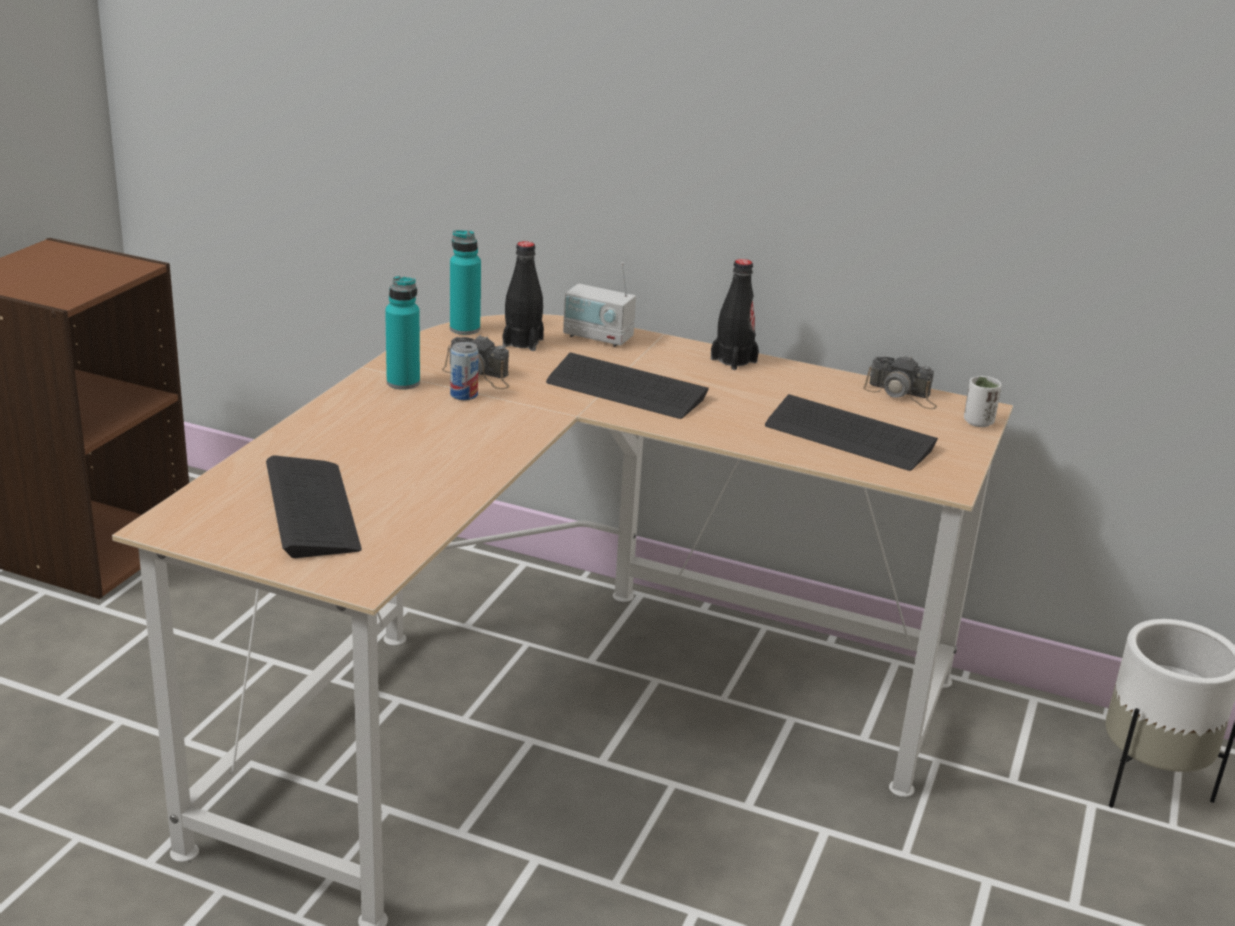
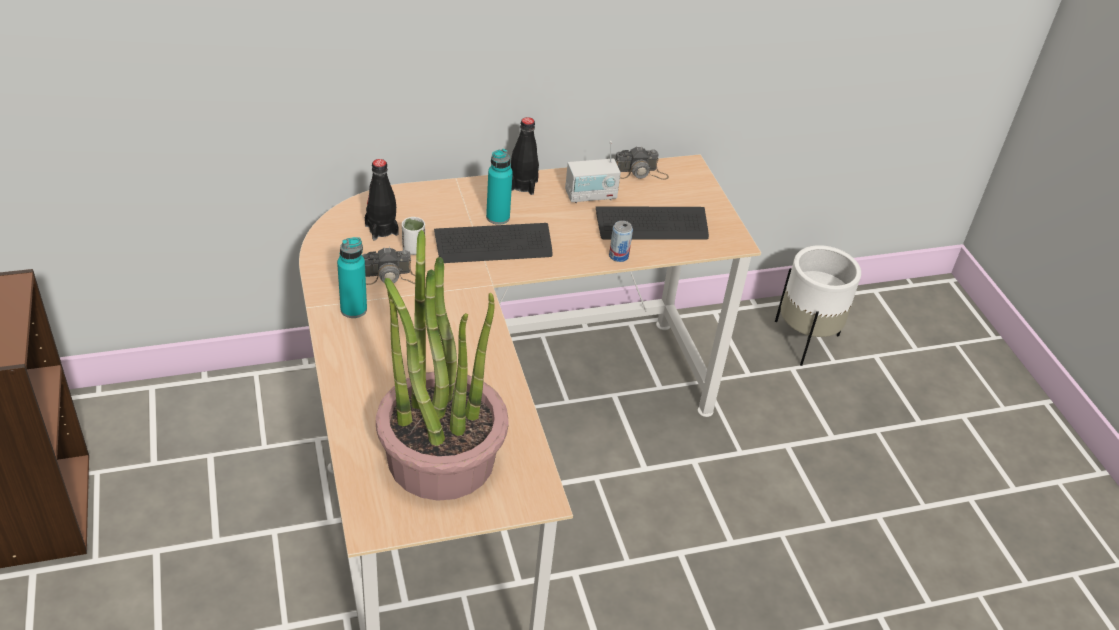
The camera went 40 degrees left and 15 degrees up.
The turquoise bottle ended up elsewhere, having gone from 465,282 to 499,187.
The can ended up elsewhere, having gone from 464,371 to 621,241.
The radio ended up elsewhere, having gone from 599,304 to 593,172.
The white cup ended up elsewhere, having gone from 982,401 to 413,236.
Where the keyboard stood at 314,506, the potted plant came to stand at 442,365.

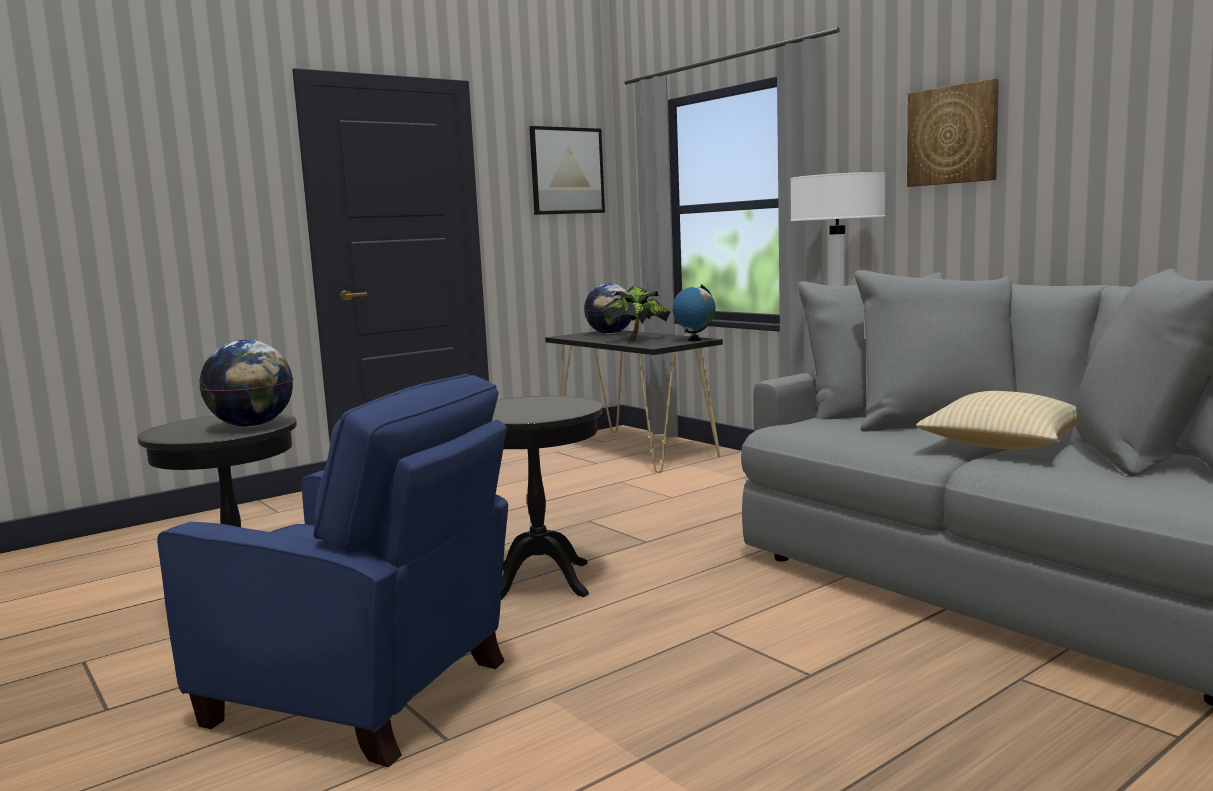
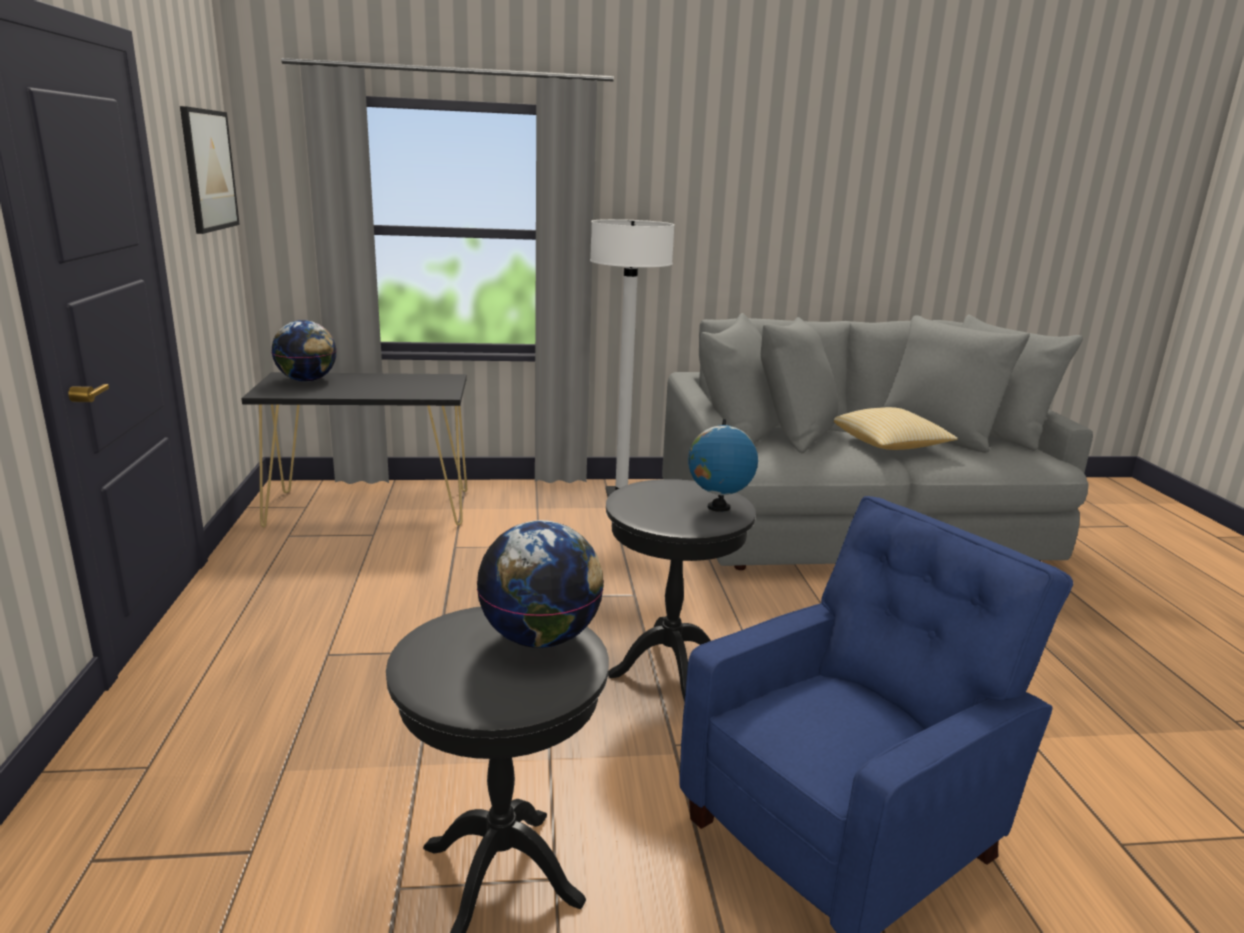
The camera went 60 degrees left and 10 degrees up.
The second view lost the potted plant at 637,313.
The second view lost the picture at 953,133.
The globe ended up elsewhere, having gone from 694,312 to 723,465.

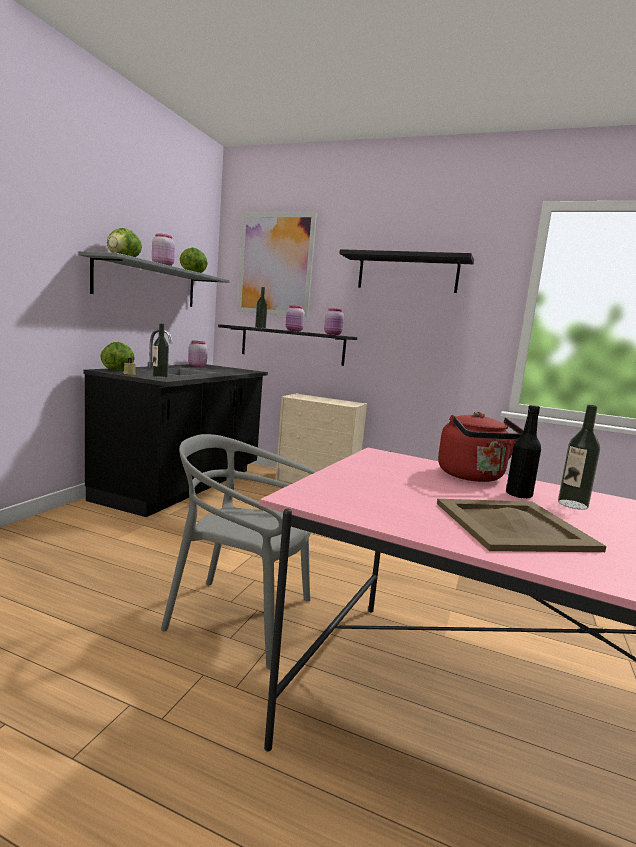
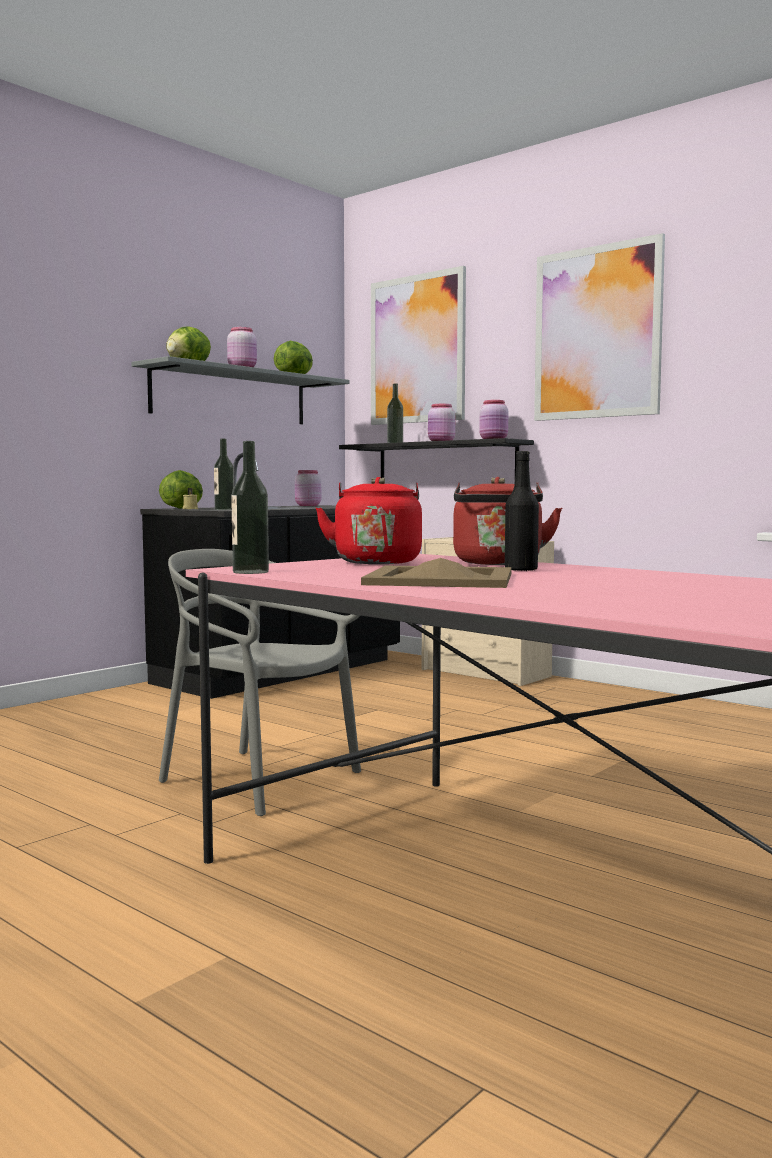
The camera went 20 degrees right and 5 degrees down.
The second view gained the red kettle at 368,520.
The bottle ended up elsewhere, having gone from 579,457 to 250,507.
Where the black shelf hung at 406,271, the picture came to hang at 599,327.

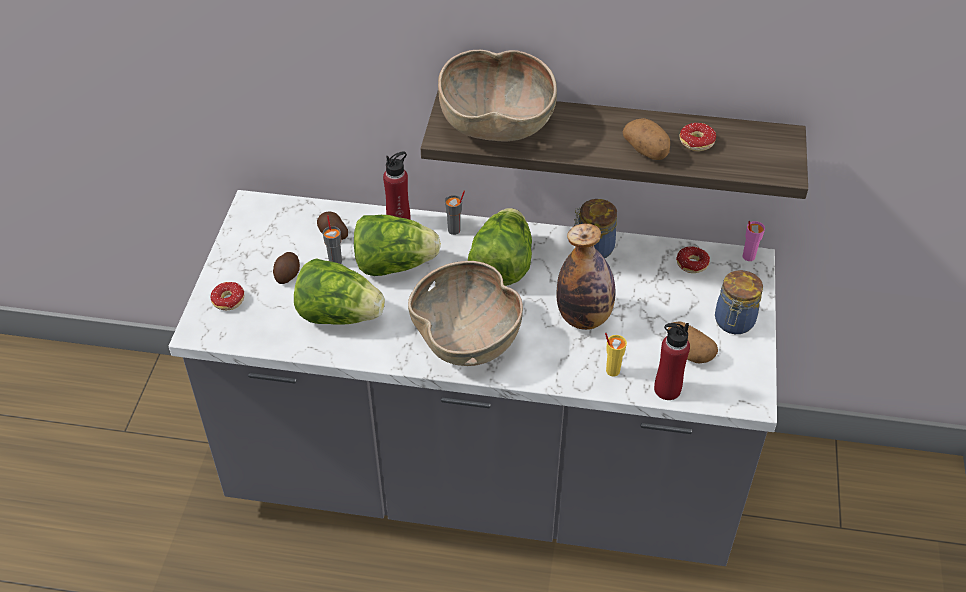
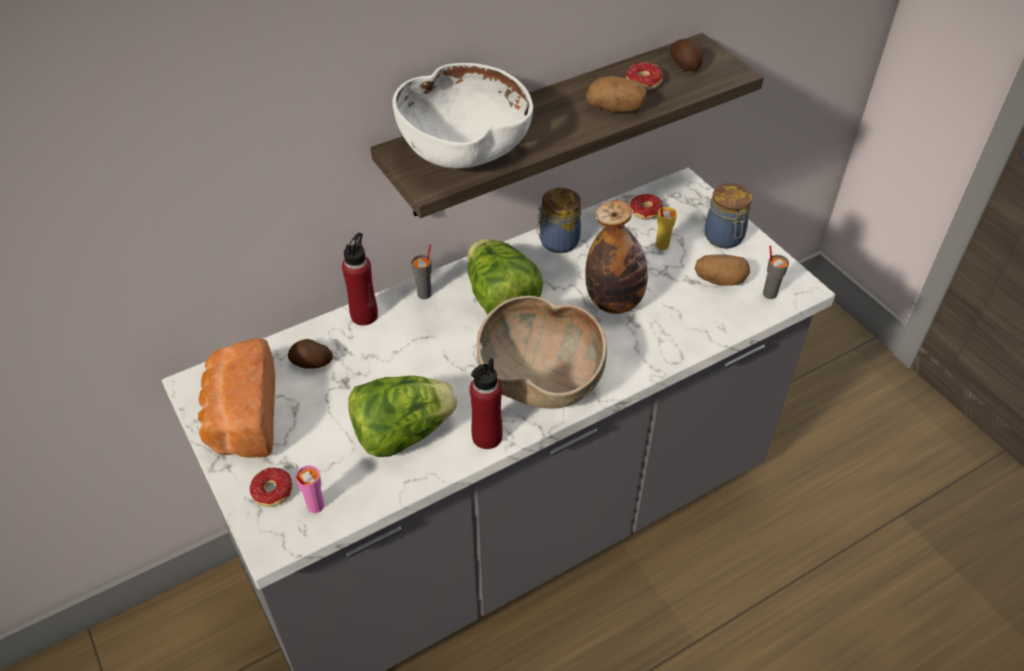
The camera went 40 degrees left and 0 degrees up.
The second view lost the lettuce at 397,245.
The second view gained the bread at 236,398.
The potato ended up elsewhere, having gone from 286,268 to 686,55.
The grey cup ended up elsewhere, having gone from 332,239 to 776,272.
The yellow cup ended up elsewhere, having gone from 616,355 to 666,228.
The red bottle ended up elsewhere, having gone from 672,361 to 486,403.
The pink cup ended up elsewhere, having gone from 753,241 to 309,489.
What was the brown bowl at 497,95 turned into the white bowl at 463,115.

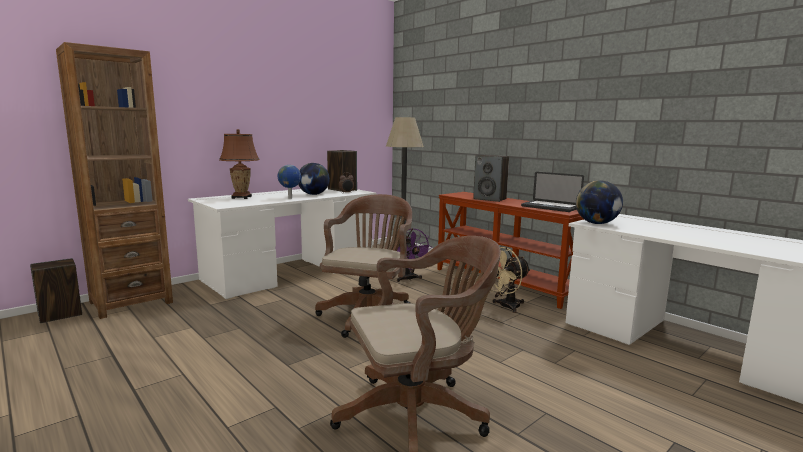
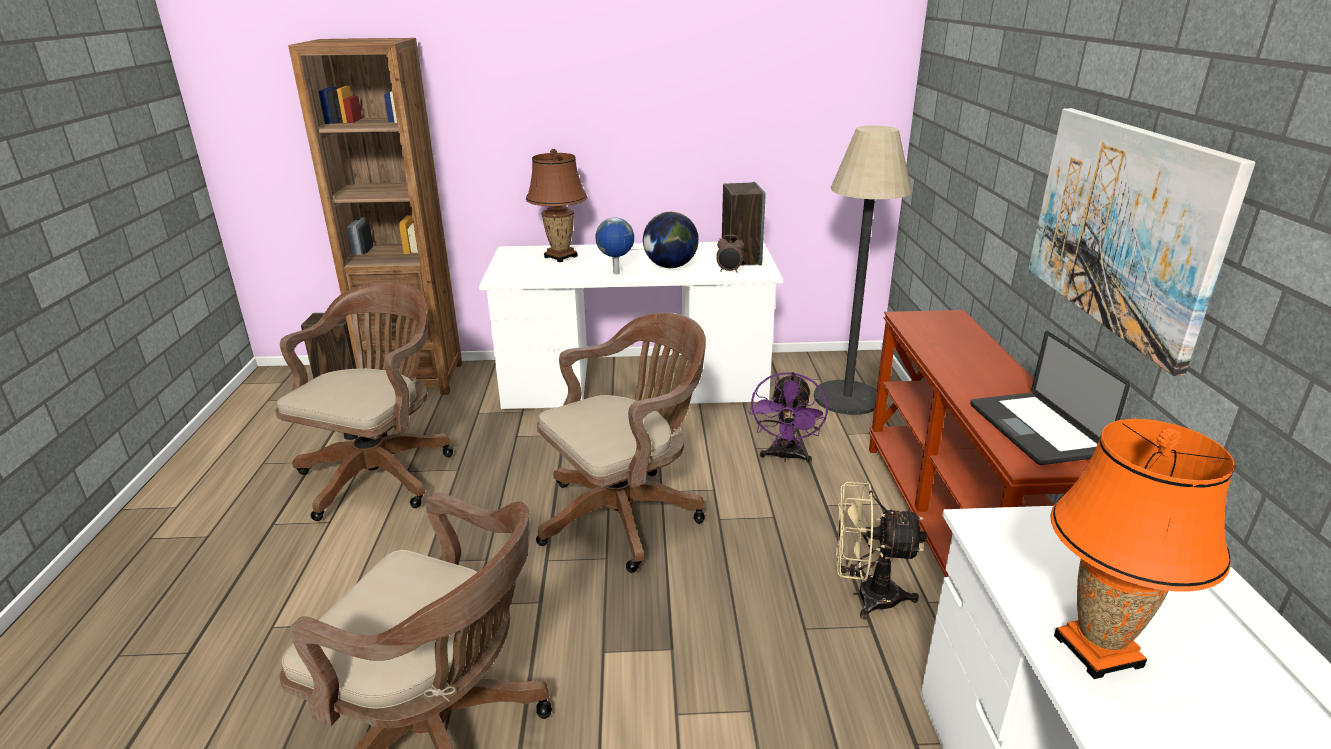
The camera went 40 degrees right and 15 degrees up.
The second view lost the speaker at 491,178.
The second view lost the globe at 599,202.
The second view gained the brown office chair at 364,401.
The second view gained the picture at 1141,242.
The second view gained the orange table lamp at 1142,549.

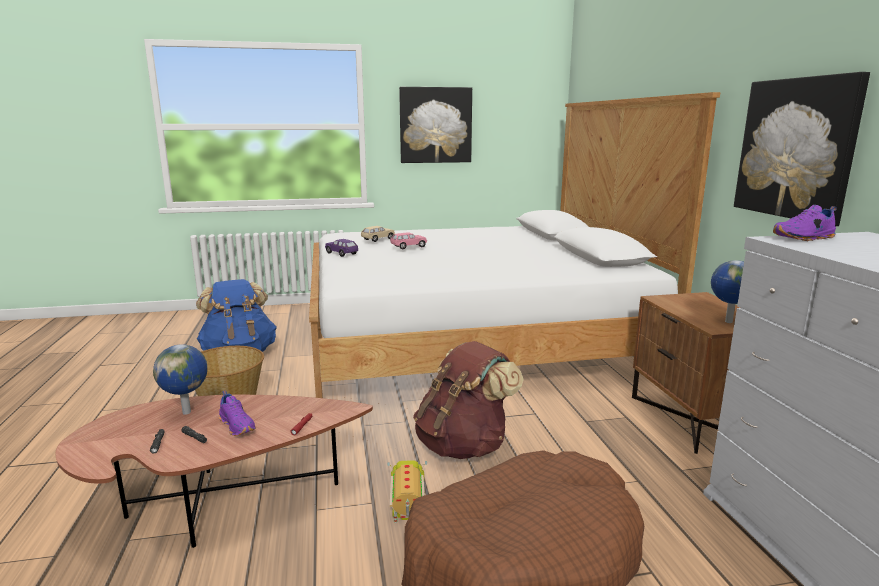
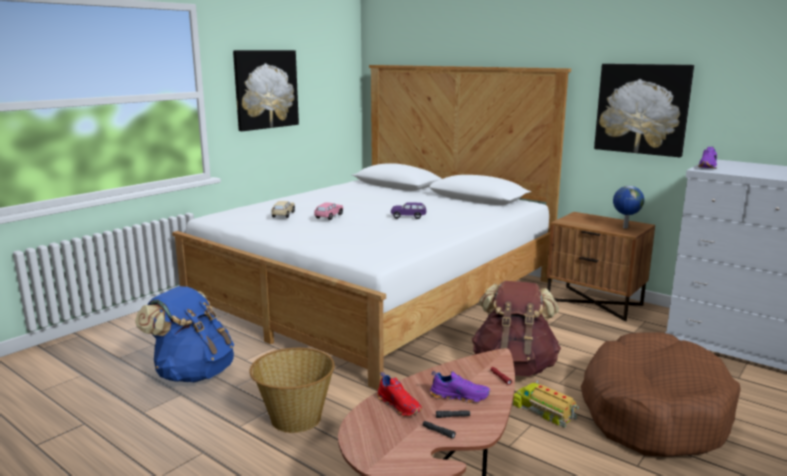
The camera went 40 degrees left and 0 degrees up.
The purple toy car ended up elsewhere, having gone from 341,248 to 408,210.
Where the globe stood at 180,379, the red shoe came to stand at 399,394.

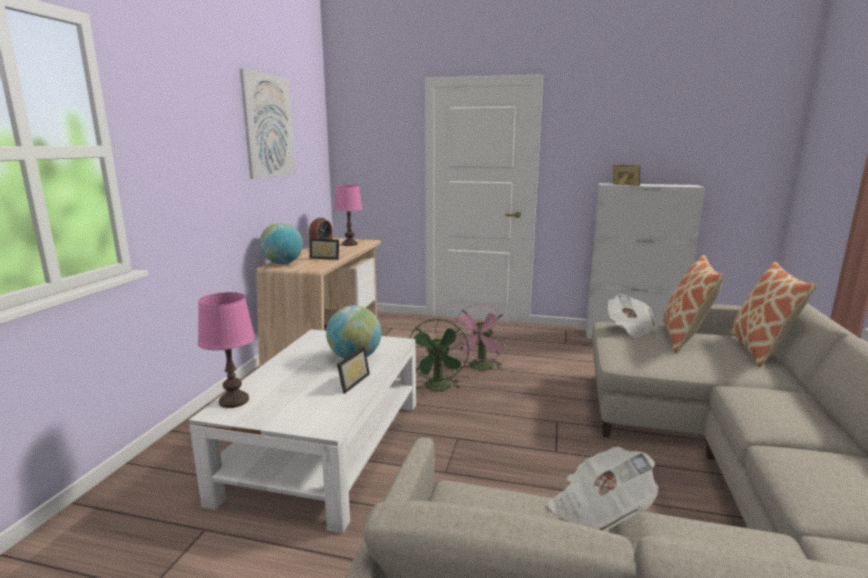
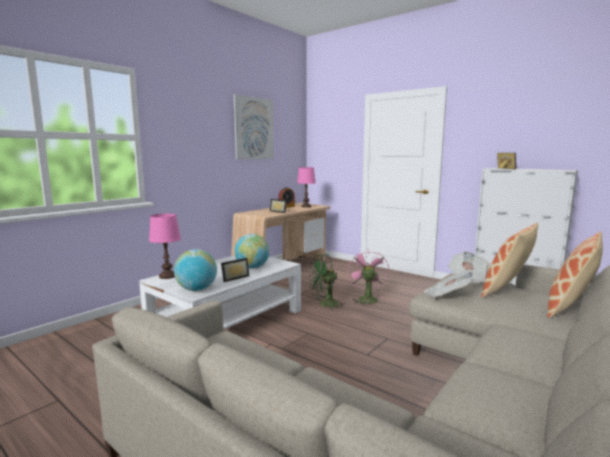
The camera went 25 degrees right and 5 degrees down.
The globe ended up elsewhere, having gone from 281,243 to 195,270.
The newspaper ended up elsewhere, having gone from 603,489 to 449,285.
The green fan at 439,355 ended up facing another way, 45 degrees clockwise from before.
The pink fan at 481,337 ended up facing another way, 135 degrees clockwise from before.

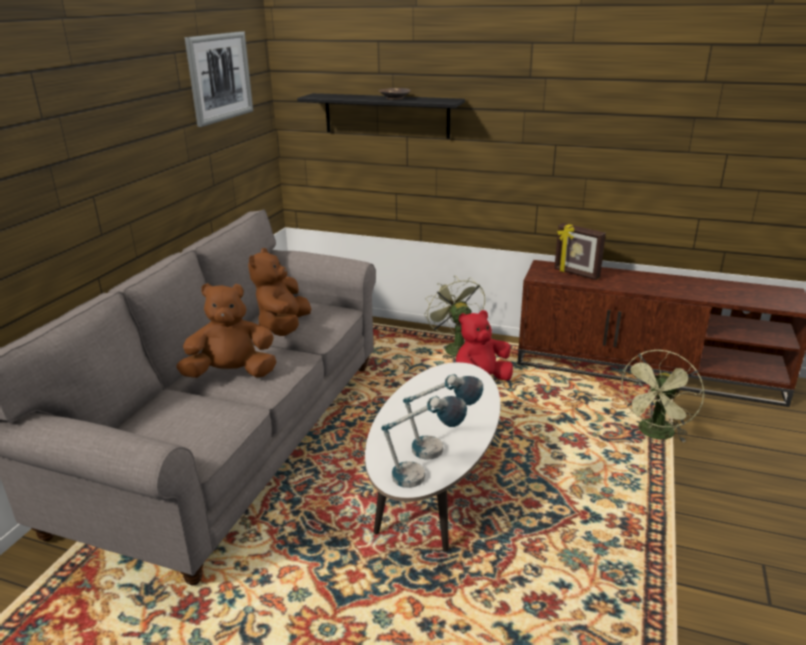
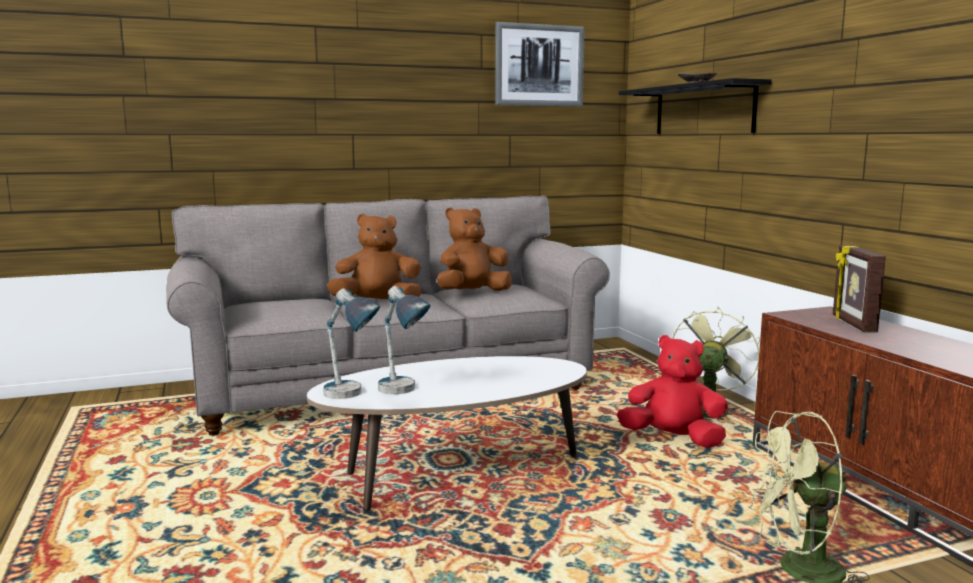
The camera went 50 degrees right and 15 degrees down.
The brown plush toy at 226,330 ended up facing another way, 45 degrees counterclockwise from before.

